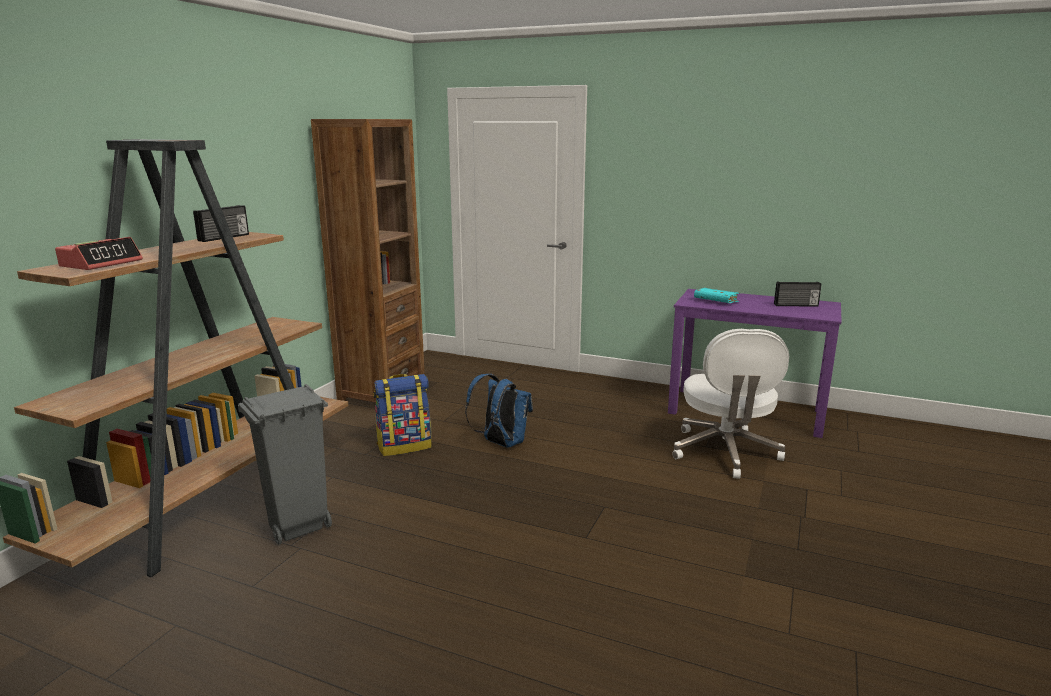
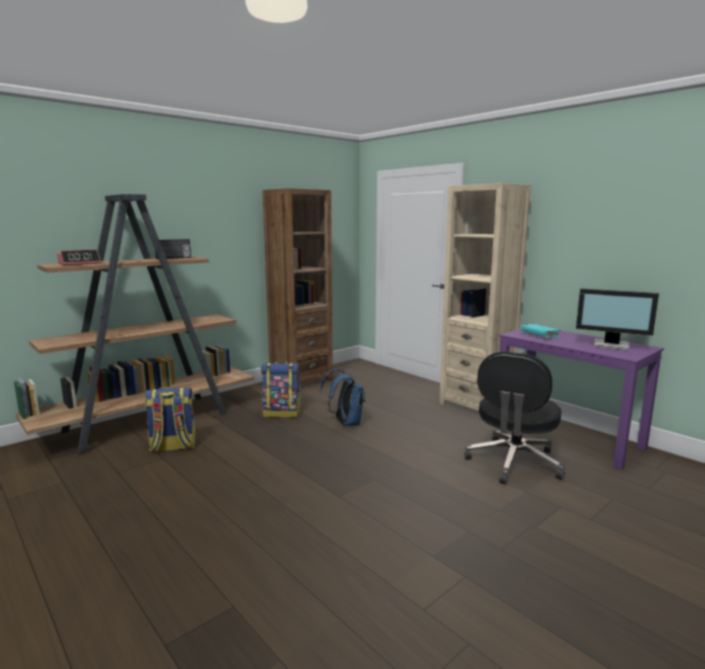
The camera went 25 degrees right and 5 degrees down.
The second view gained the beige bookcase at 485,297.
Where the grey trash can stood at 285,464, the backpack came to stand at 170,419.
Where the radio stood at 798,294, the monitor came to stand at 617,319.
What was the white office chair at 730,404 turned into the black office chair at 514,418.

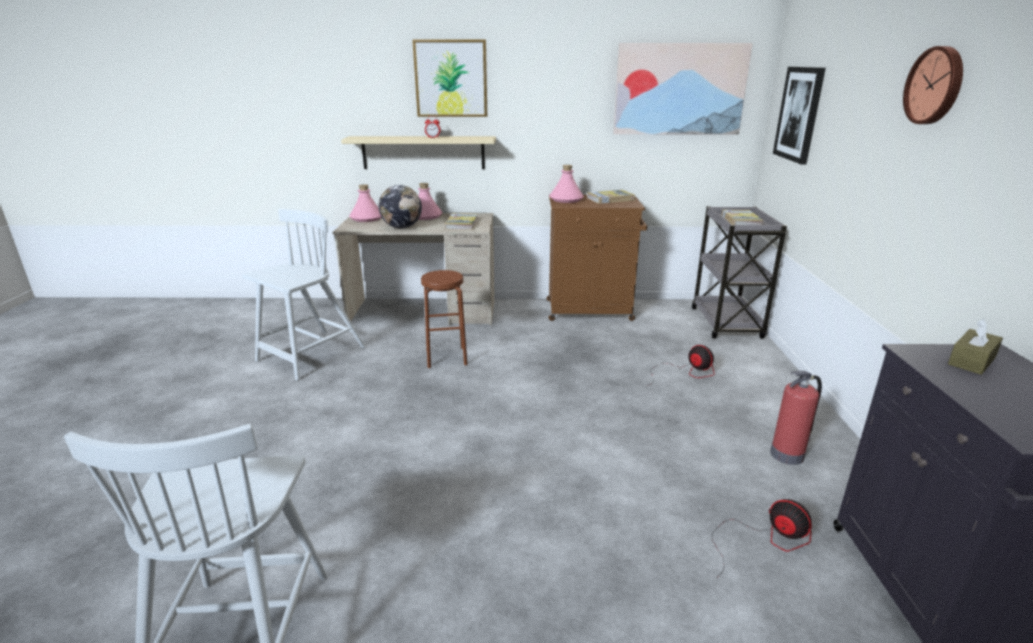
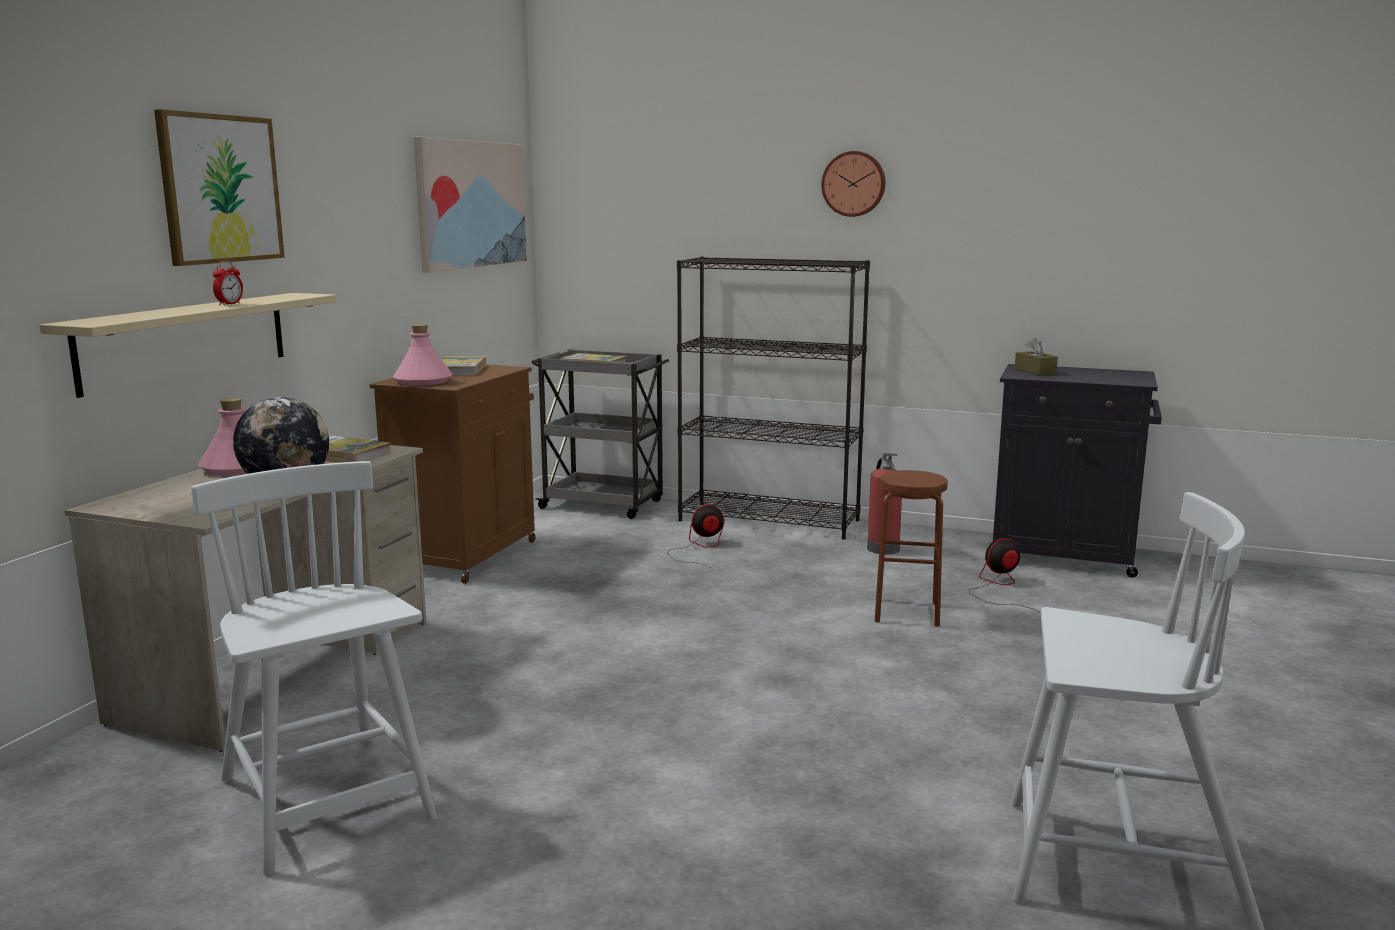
The camera went 70 degrees left and 10 degrees down.
The second view lost the pink bottle at 365,203.
The second view lost the picture at 799,116.
The second view gained the black bookcase at 773,398.
The brown stool ended up elsewhere, having gone from 444,319 to 911,548.

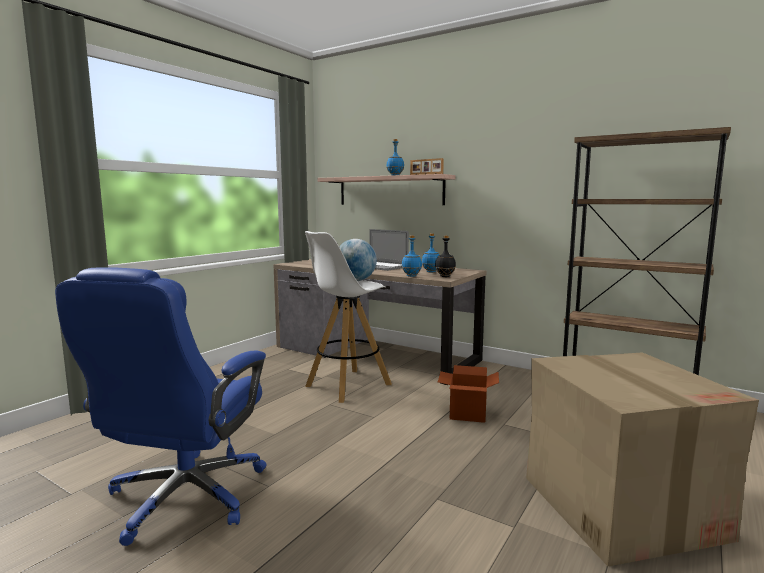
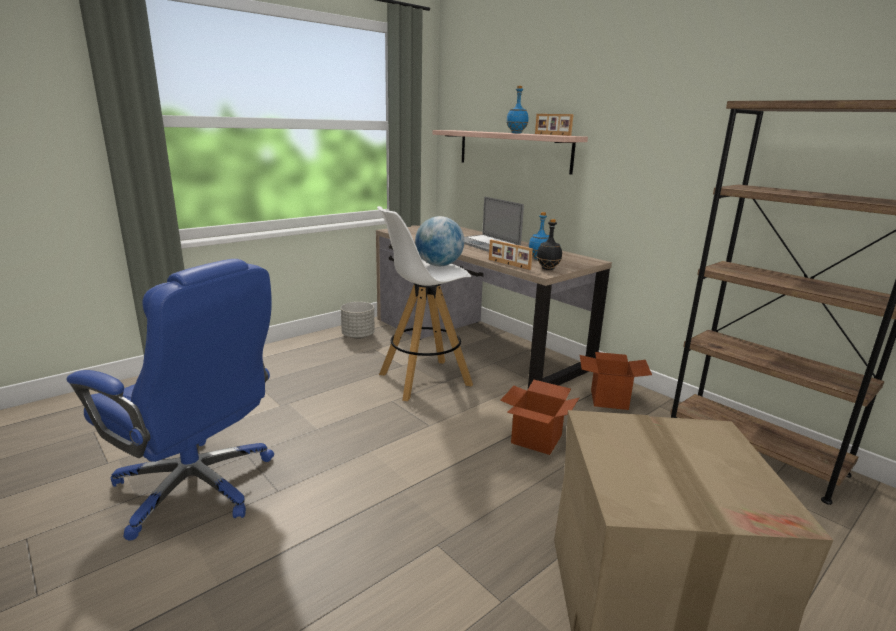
The camera went 15 degrees right and 10 degrees up.
The second view gained the grey planter at 358,320.
The second view gained the cardboard box at 616,381.
Where the blue bottle stood at 412,256, the picture frame came to stand at 511,255.
The blue office chair at 161,406 ended up facing another way, 90 degrees counterclockwise from before.

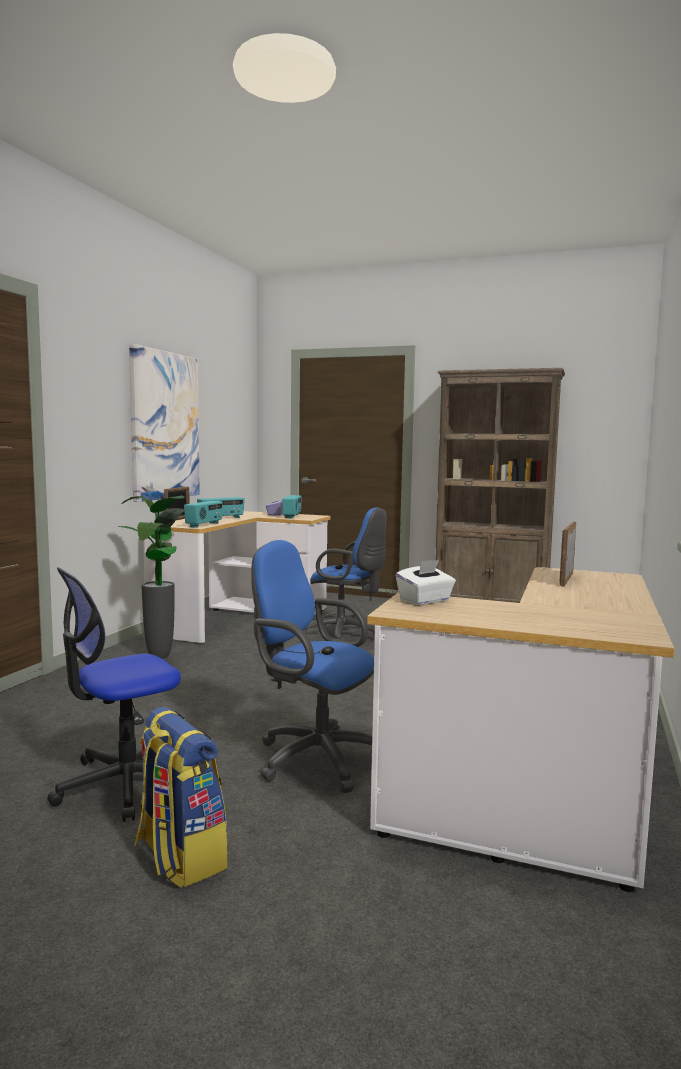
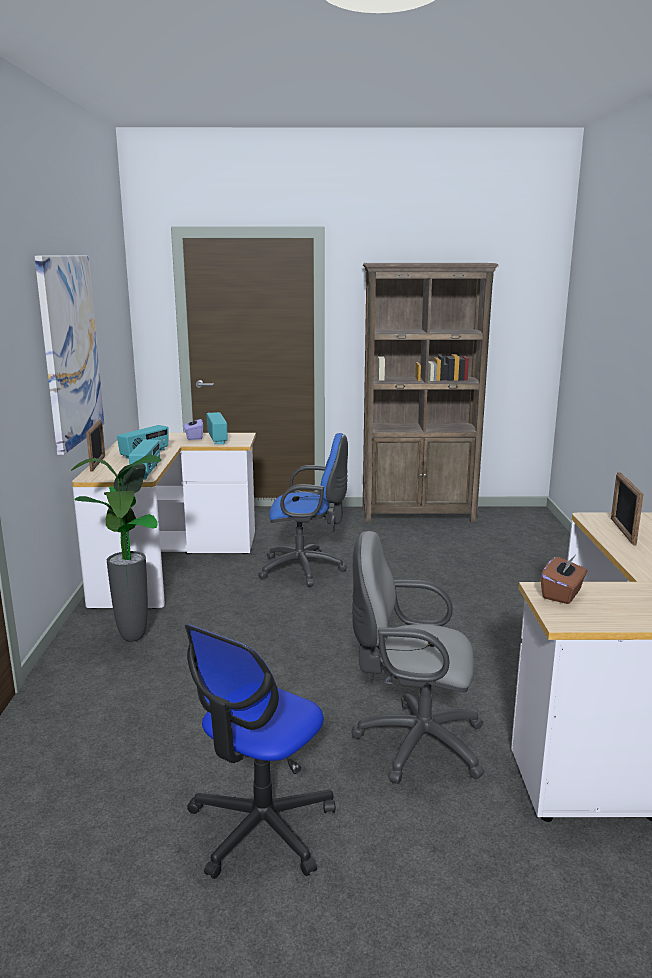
The camera went 20 degrees left and 10 degrees up.
The second view lost the backpack at 181,797.
What was the blue office chair at 312,666 turned into the grey office chair at 417,657.
What was the white tissue box at 426,582 turned into the brown tissue box at 564,579.

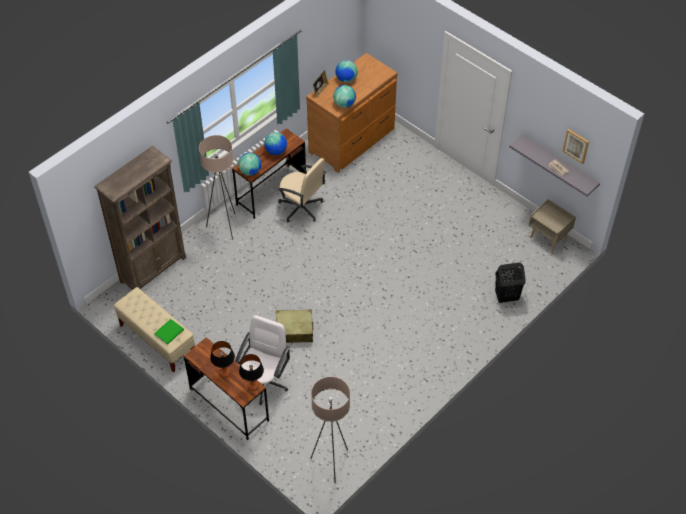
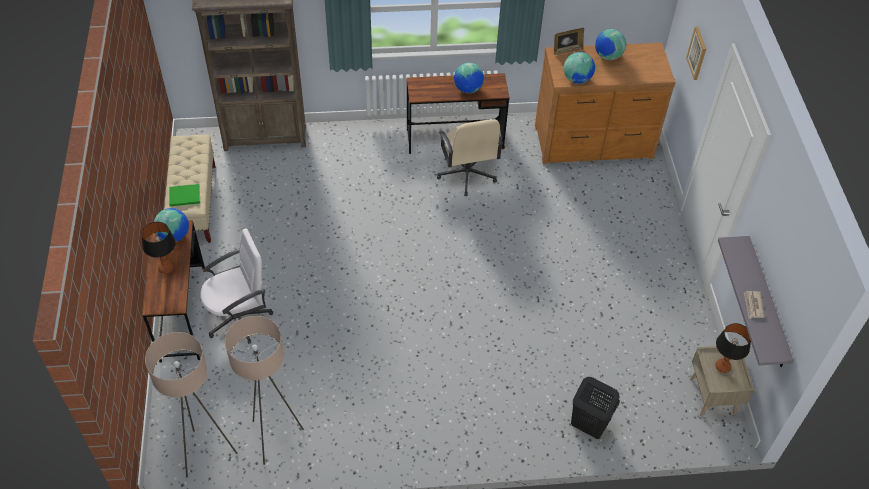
The camera went 40 degrees right and 0 degrees up.
The second view lost the beige suitcase at 294,326.
The beige floor lamp ended up elsewhere, having gone from 217,187 to 264,390.
The globe ended up elsewhere, having gone from 249,164 to 171,225.
The table lamp ended up elsewhere, having gone from 251,372 to 733,348.
The picture ended up elsewhere, having gone from 575,146 to 696,53.

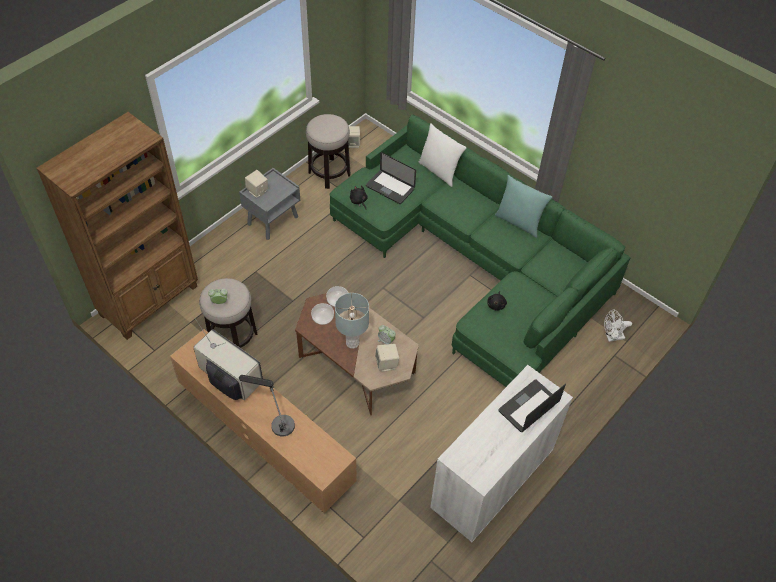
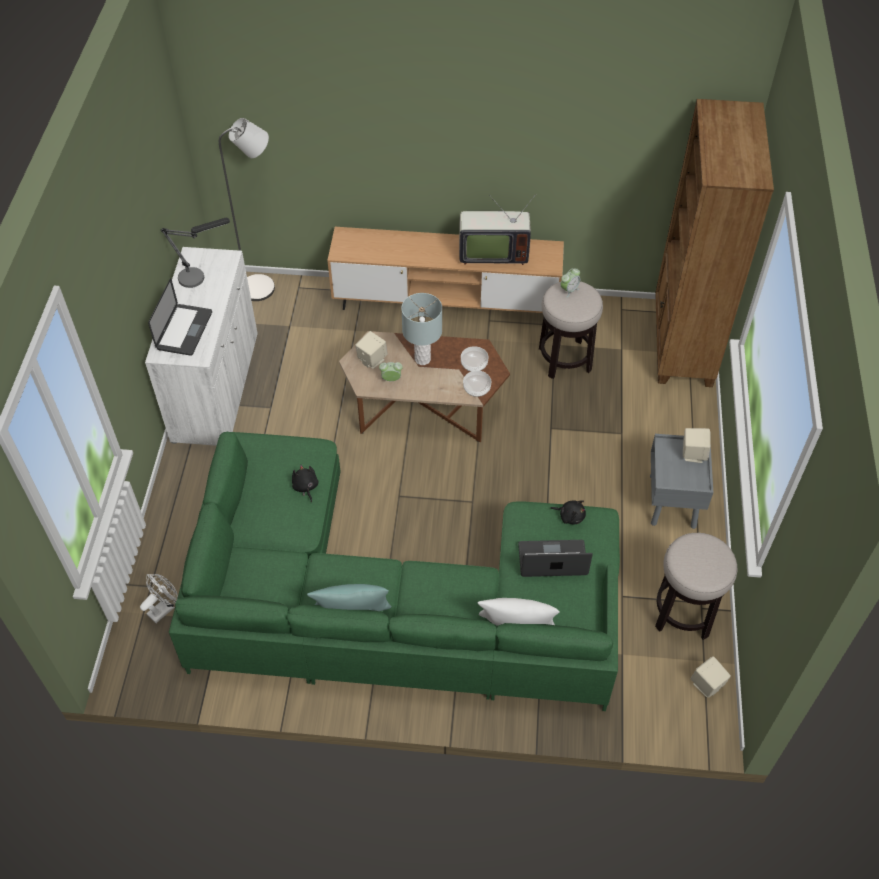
The camera went 145 degrees right and 0 degrees up.
The second view gained the grey floor lamp at 247,209.
The table lamp ended up elsewhere, having gone from 267,405 to 195,253.

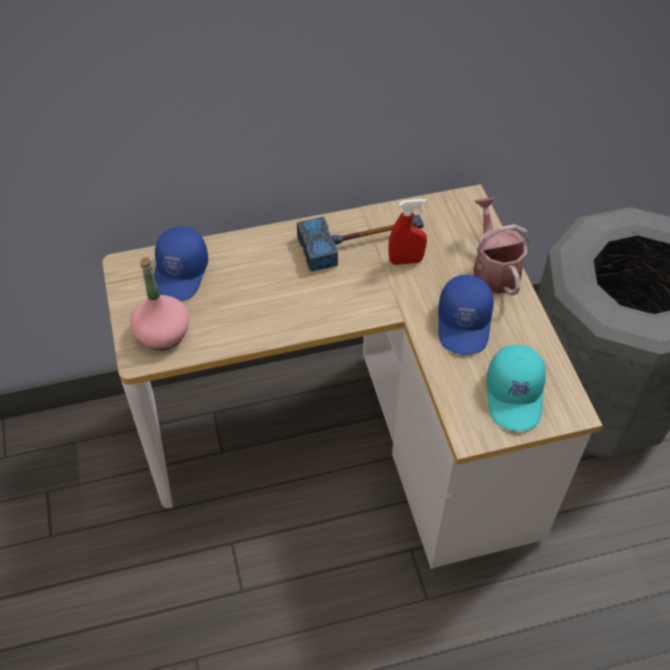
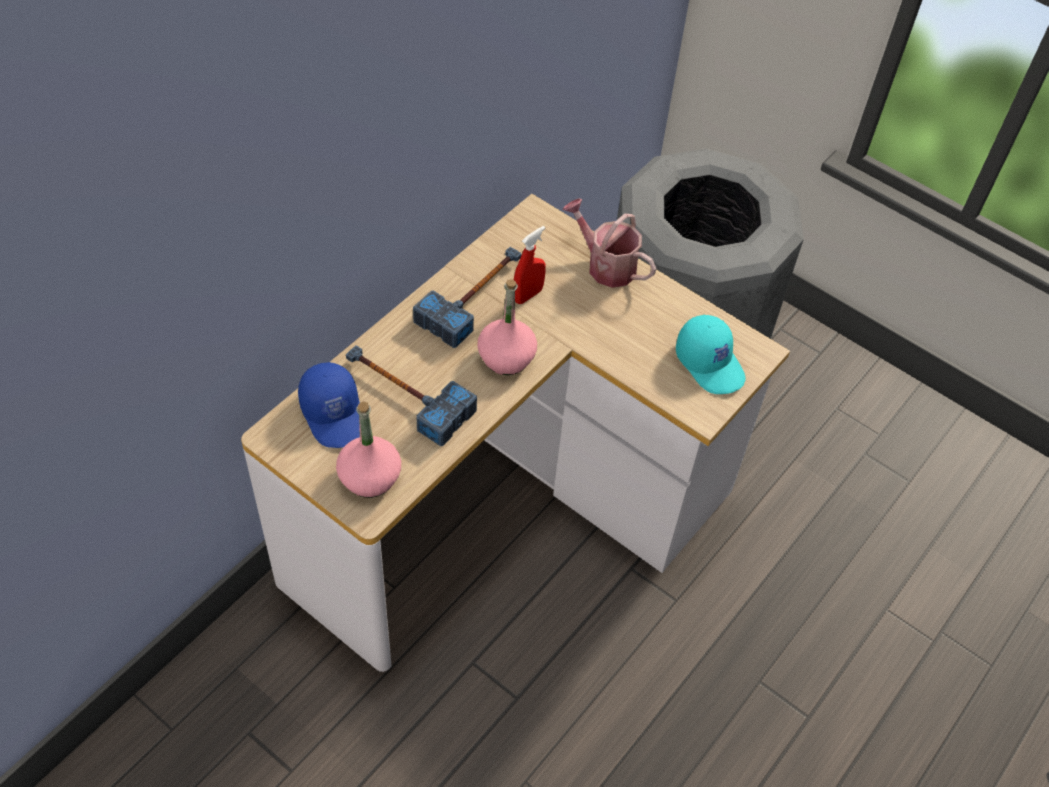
The camera went 40 degrees left and 0 degrees up.
The second view lost the blue cap at 466,315.
The second view gained the hammer at 411,395.
The second view gained the pink bottle at 507,327.

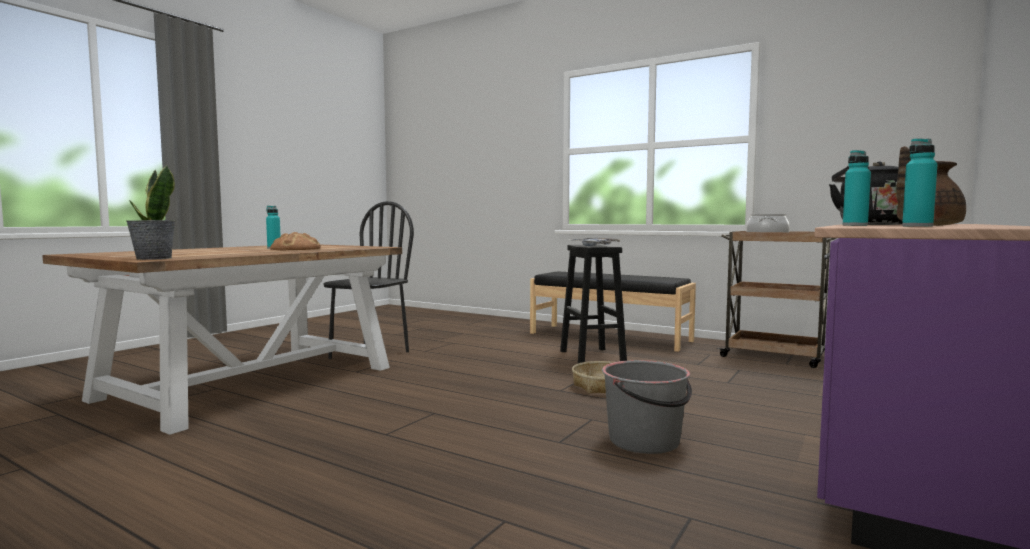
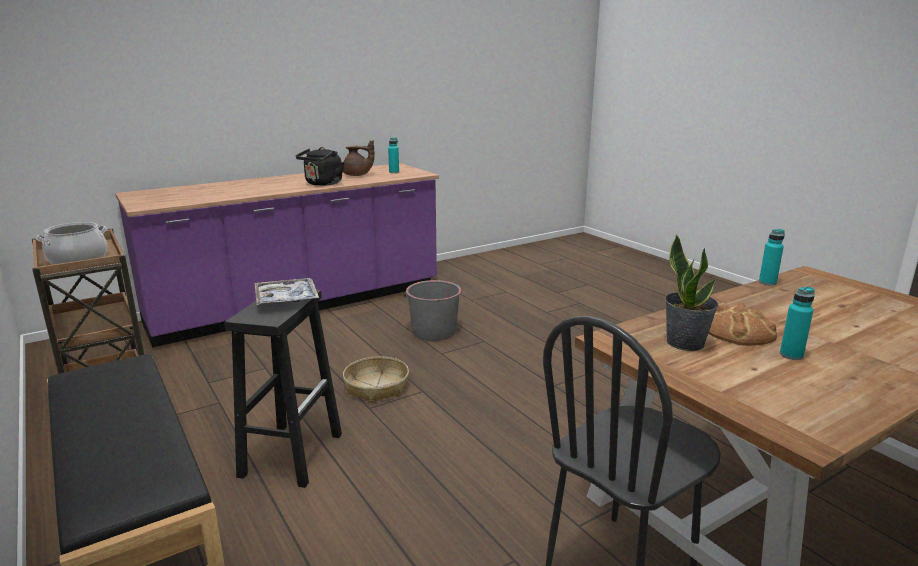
The camera went 155 degrees left and 15 degrees up.
The potted plant ended up elsewhere, having gone from 151,212 to 692,292.
The turquoise bottle ended up elsewhere, having gone from 857,188 to 772,257.

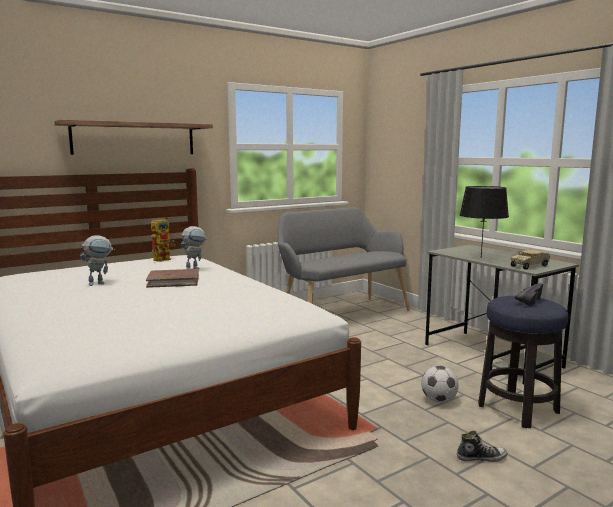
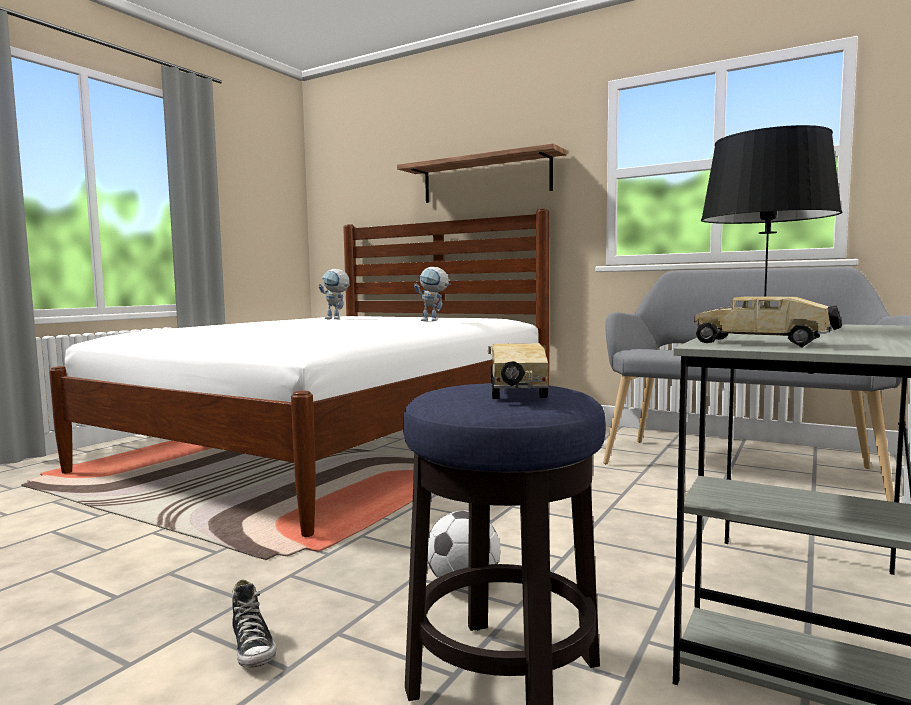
The camera went 65 degrees right and 5 degrees down.
The second view lost the brown book at 172,278.
The second view lost the toy robot at 163,239.
Where the black shoe stood at 529,294, the toy truck came to stand at 518,371.

